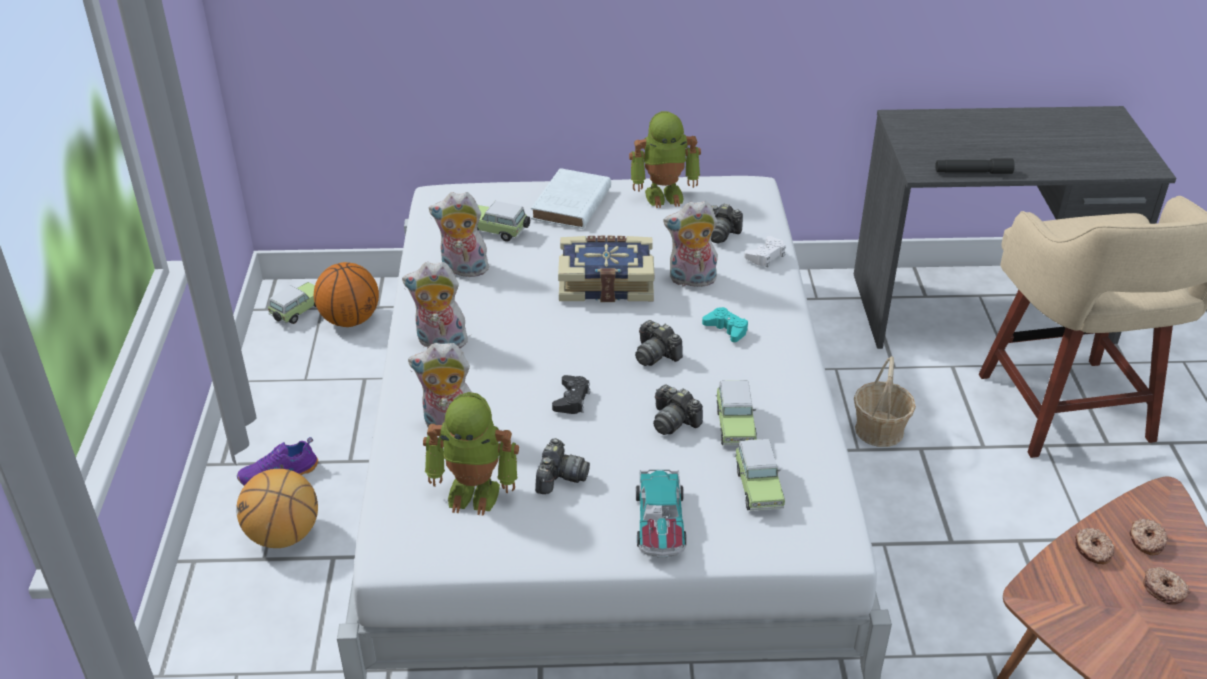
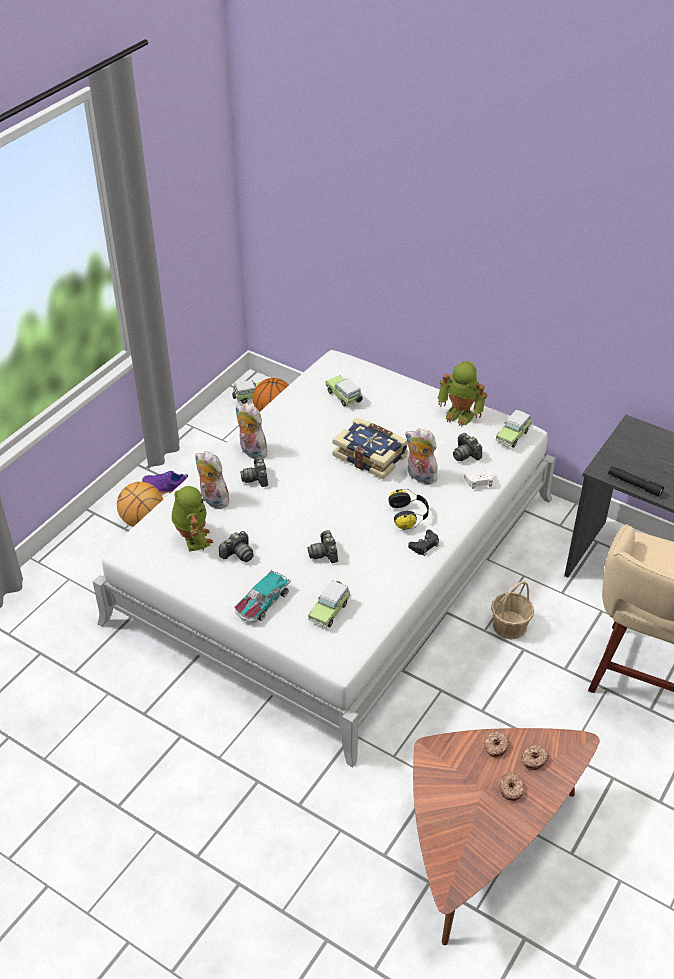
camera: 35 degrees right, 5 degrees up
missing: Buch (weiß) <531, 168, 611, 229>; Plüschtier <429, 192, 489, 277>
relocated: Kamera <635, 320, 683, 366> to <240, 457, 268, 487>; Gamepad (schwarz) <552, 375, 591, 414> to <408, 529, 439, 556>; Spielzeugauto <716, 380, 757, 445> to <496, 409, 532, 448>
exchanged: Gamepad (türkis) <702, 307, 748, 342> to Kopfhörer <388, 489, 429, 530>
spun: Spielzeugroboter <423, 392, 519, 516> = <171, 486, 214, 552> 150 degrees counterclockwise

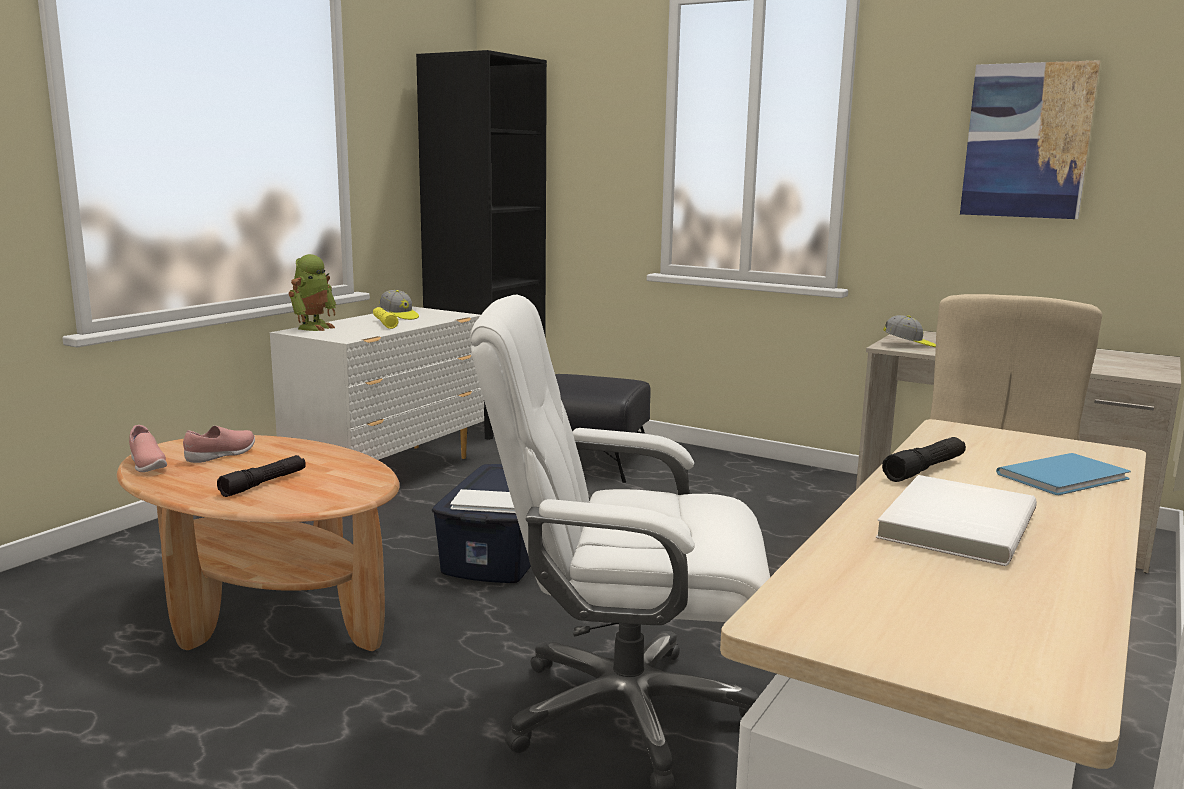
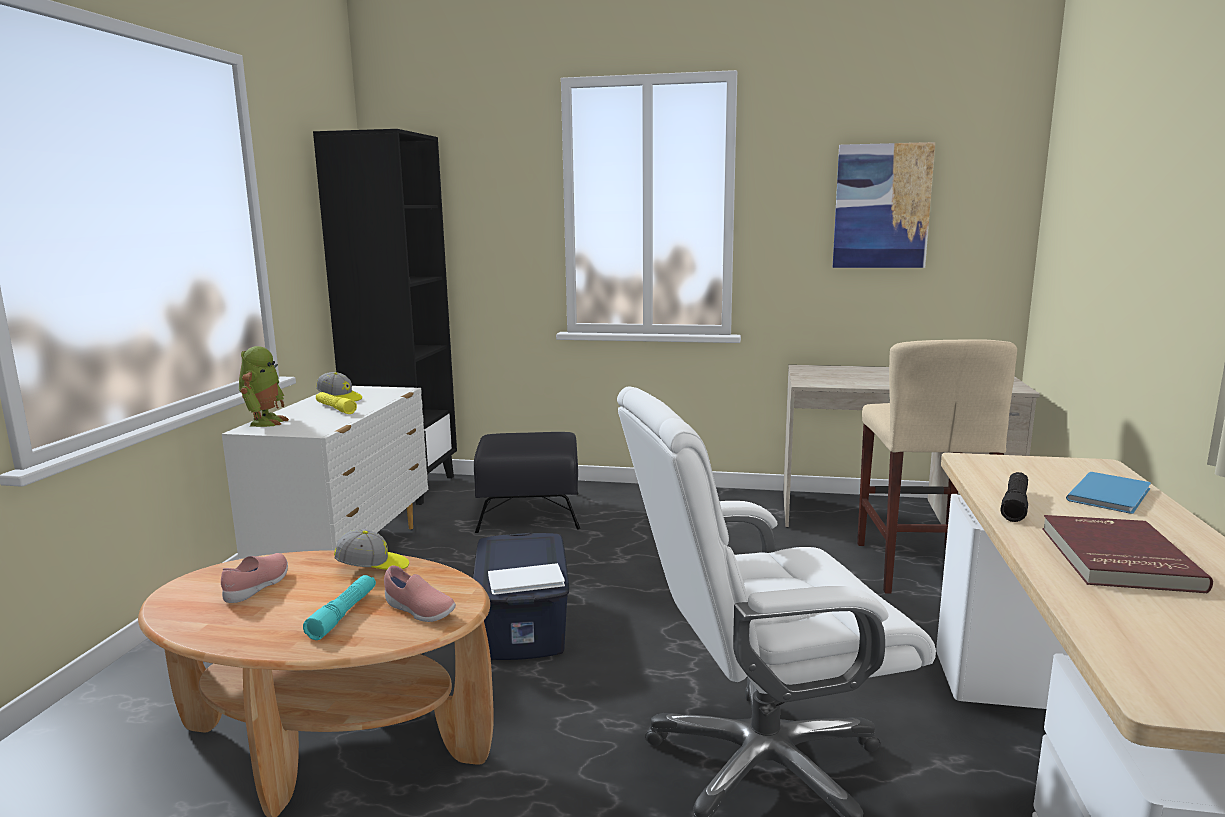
camera: 20 degrees left, 0 degrees up
relocated: Kappe <883, 315, 936, 347> to <334, 530, 409, 570>; Schuh (rosa) <129, 425, 167, 472> to <384, 566, 456, 622>
colour: Taschenlampe (schwarz) <217, 455, 306, 497> to Taschenlampe (türkis) <303, 575, 376, 640>; Buch (weiß) <876, 475, 1037, 566> to Buch (rot) <1042, 515, 1213, 593>

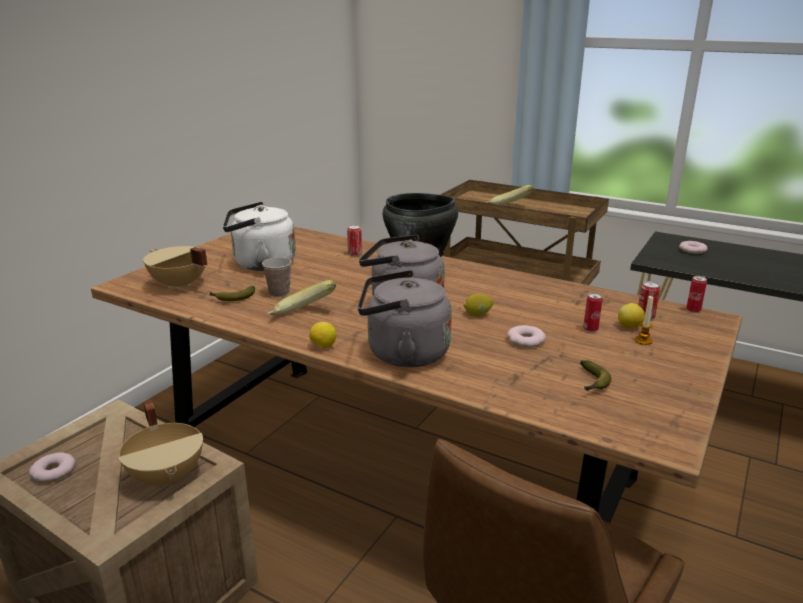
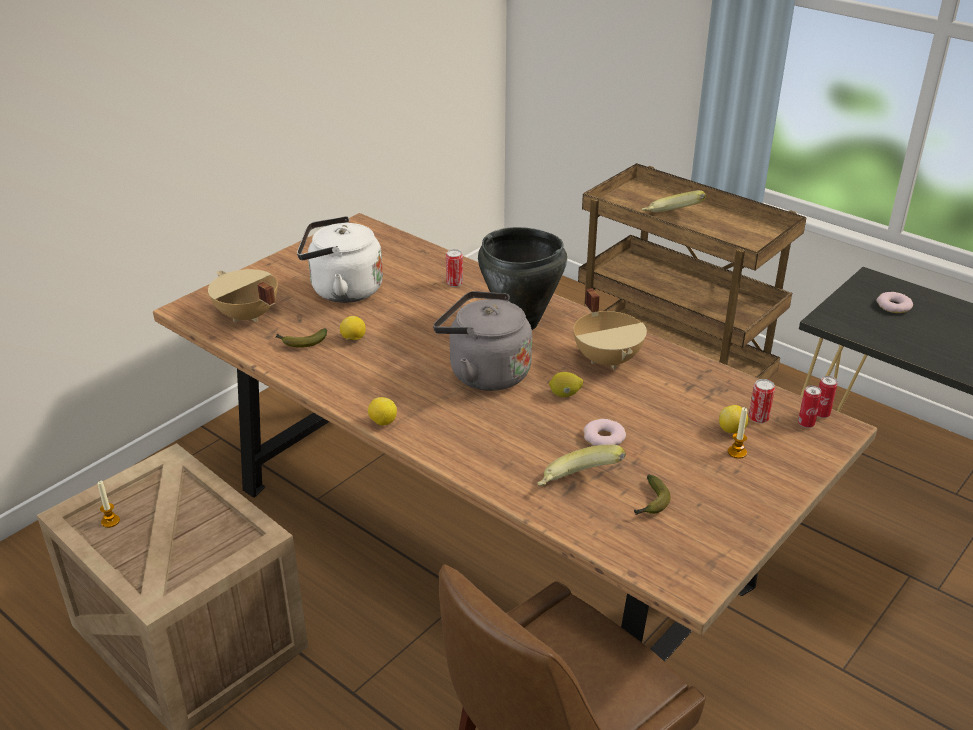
camera: 10 degrees right, 10 degrees up
missing: Wasserkessel (grau) <358, 270, 452, 367>
relocated: Banane <268, 280, 336, 315> to <537, 444, 626, 486>; Dose <583, 293, 603, 332> to <798, 385, 822, 428>; Kochtopf (beige) <118, 400, 203, 488> to <573, 288, 647, 369>
exchanged: Tasse <262, 257, 292, 297> to Zitrone <340, 316, 365, 340>; Donut <29, 453, 76, 482> to Kerze <98, 481, 120, 528>

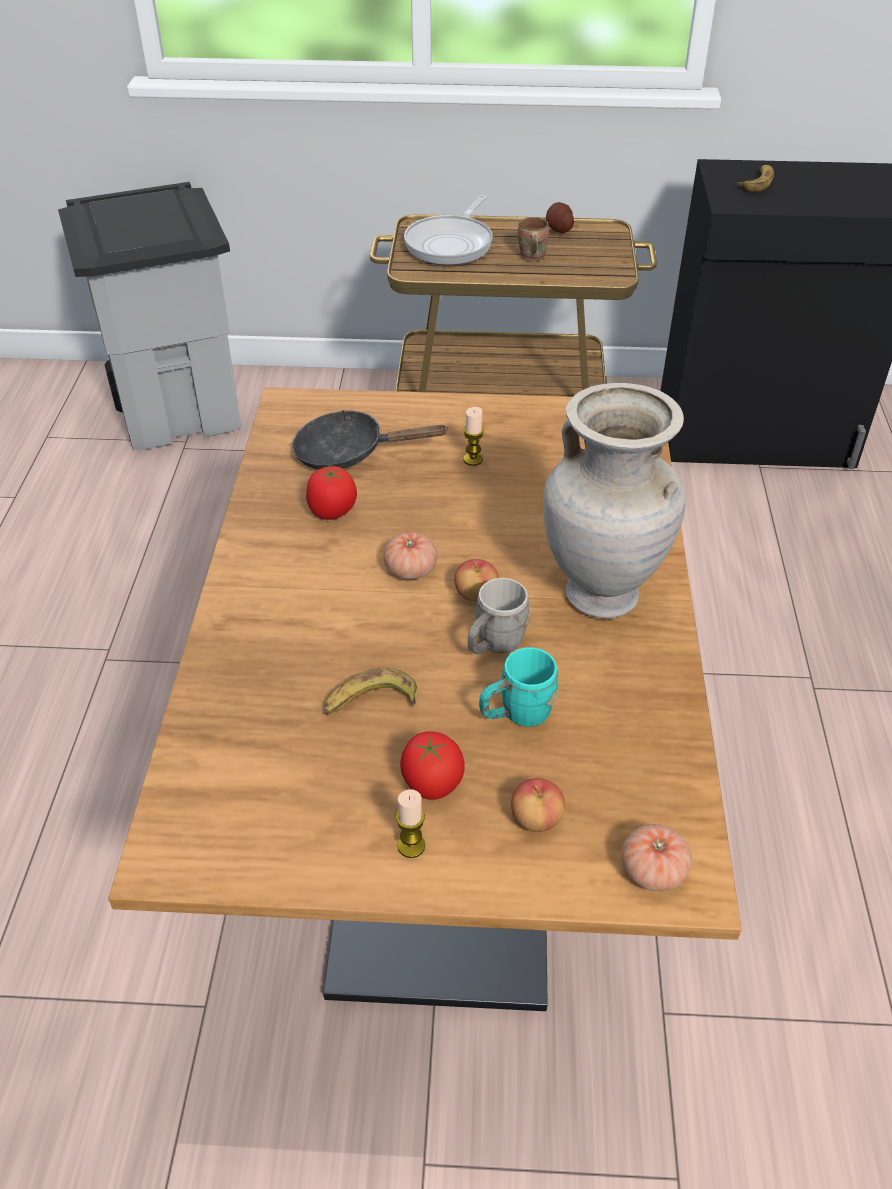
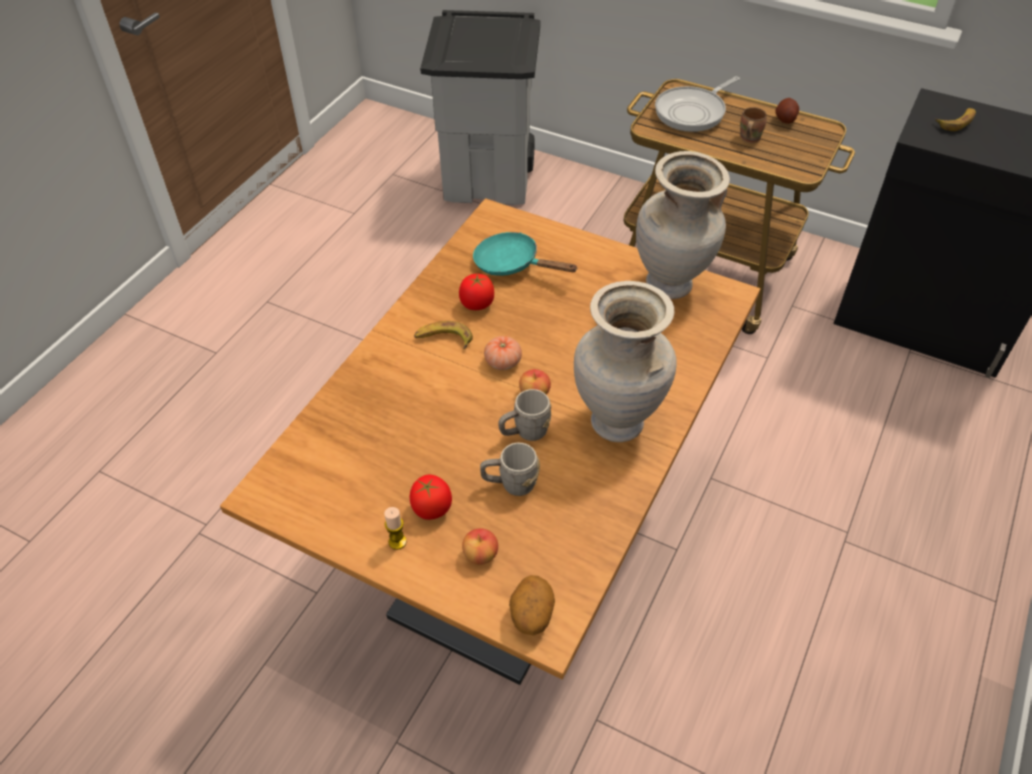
camera: 25 degrees right, 5 degrees up
missing: Kerze <463, 407, 484, 466>
appeared: Vase (beige) <636, 151, 730, 299>
relocated: Banane <324, 668, 417, 715> to <414, 321, 473, 349>
exchanged: Tomate <621, 824, 692, 891> to Kartoffel <509, 575, 555, 636>
colour: Pfanne (schwarz) <292, 410, 448, 470> to Pfanne (türkis) <473, 232, 578, 276>; Henkelbecher (türkis) <479, 647, 559, 727> to Henkelbecher (grau) <480, 442, 540, 496>

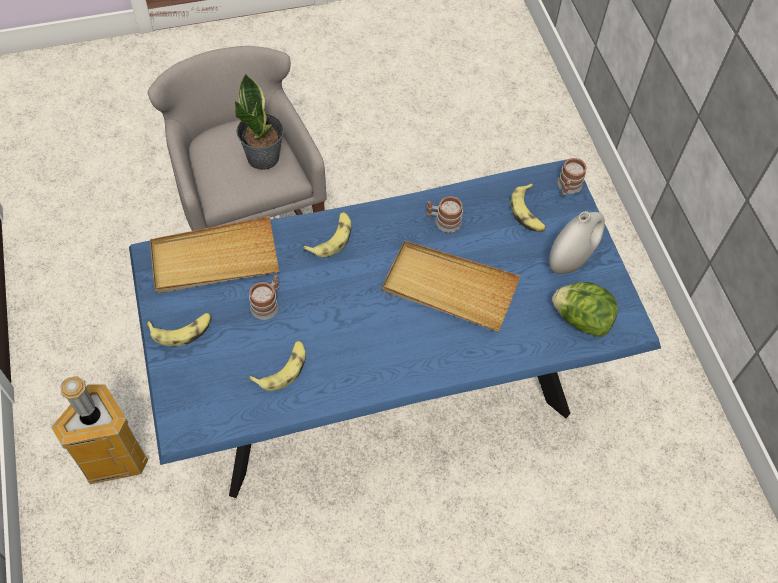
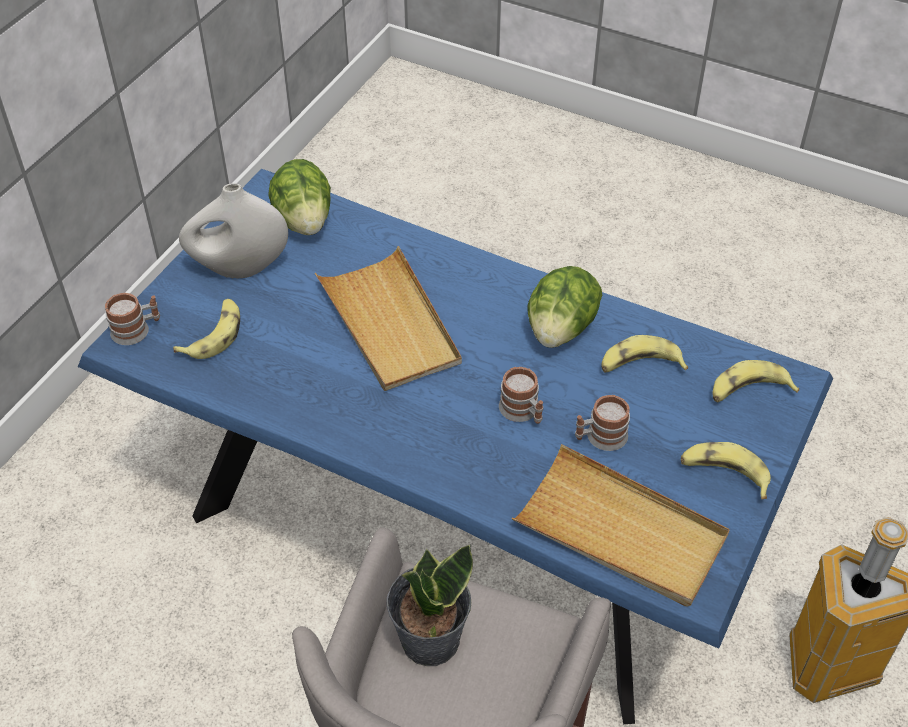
camera: 135 degrees left, 10 degrees down
appeared: Salatkopf <527, 266, 603, 348>
relocated: Henkelbecher <426, 196, 463, 233> to <499, 367, 543, 424>; Banane <303, 212, 352, 257> to <712, 360, 799, 402>

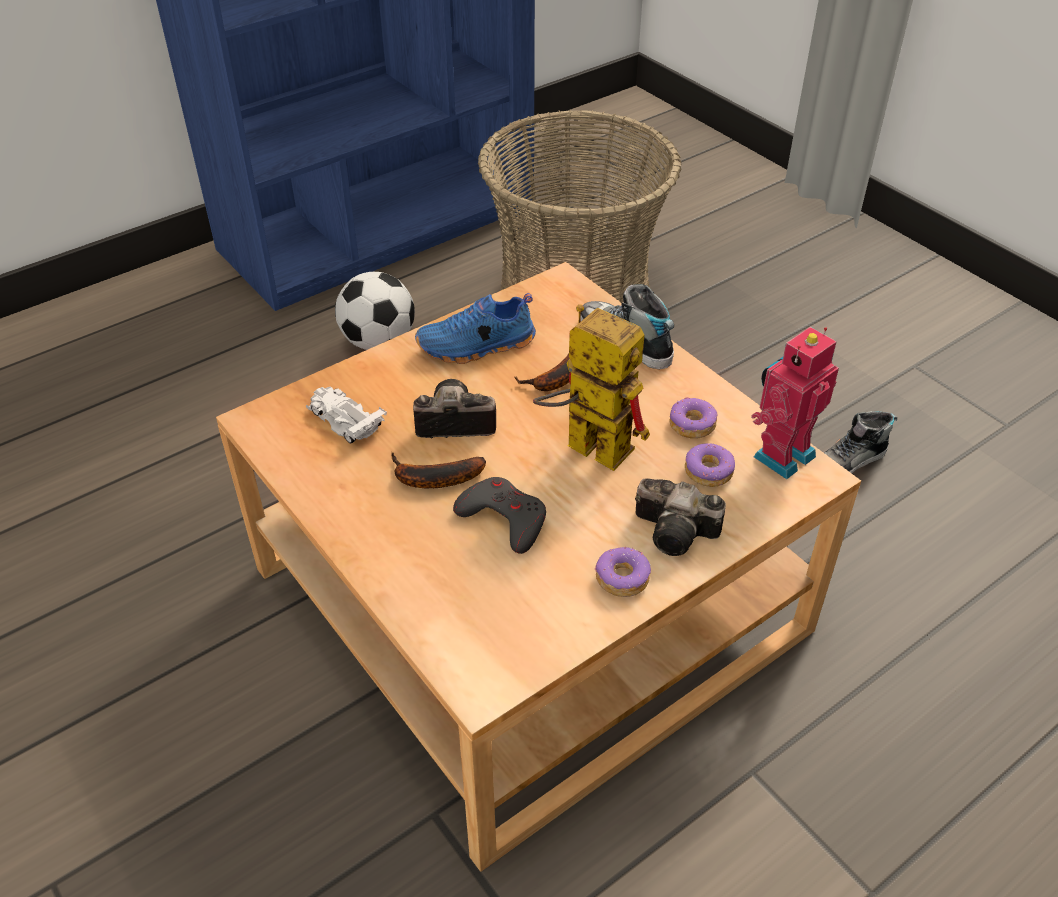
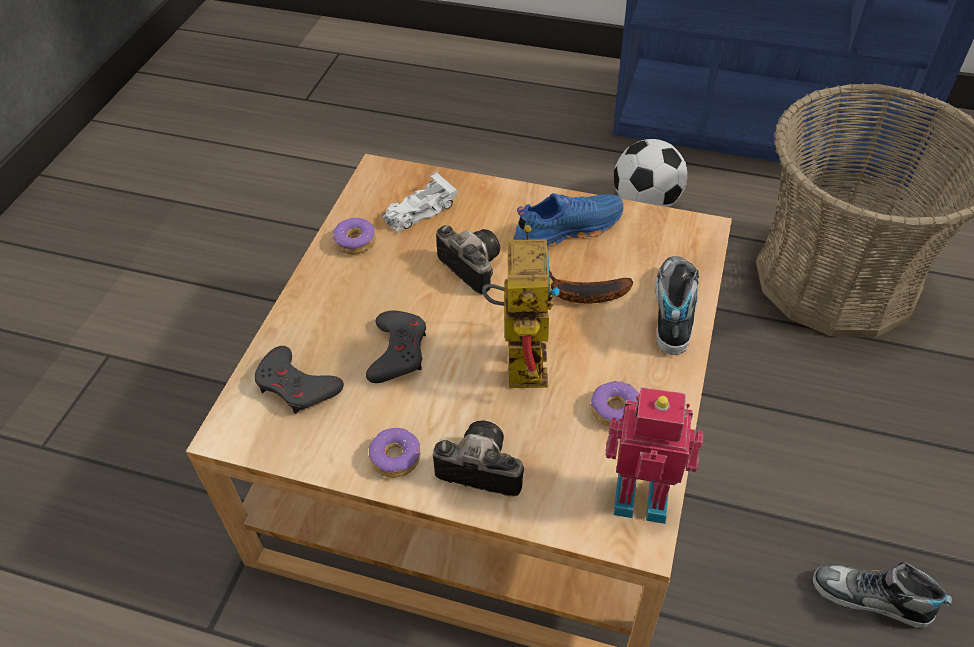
camera: 55 degrees right, 5 degrees up
missing: Banane <391, 452, 486, 488>
appeared: Gamepad (grau) <255, 346, 344, 414>
relocated: Donut <685, 443, 735, 487> to <333, 218, 376, 254>
spun: Schuh (blau) <415, 293, 536, 364> = <514, 193, 623, 248> 120 degrees clockwise; Spielzeugauto (weiß) <306, 387, 387, 443> = <381, 171, 459, 234> 135 degrees counterclockwise; Kamera <635, 478, 726, 556> = <433, 421, 524, 496> 120 degrees clockwise

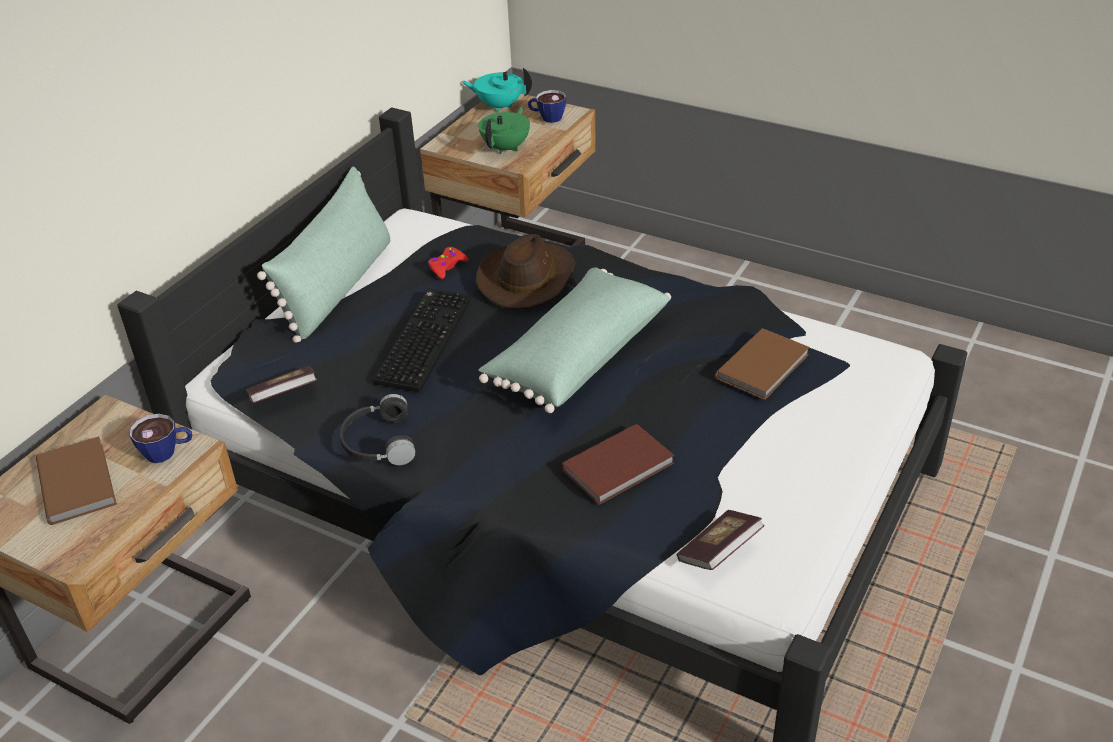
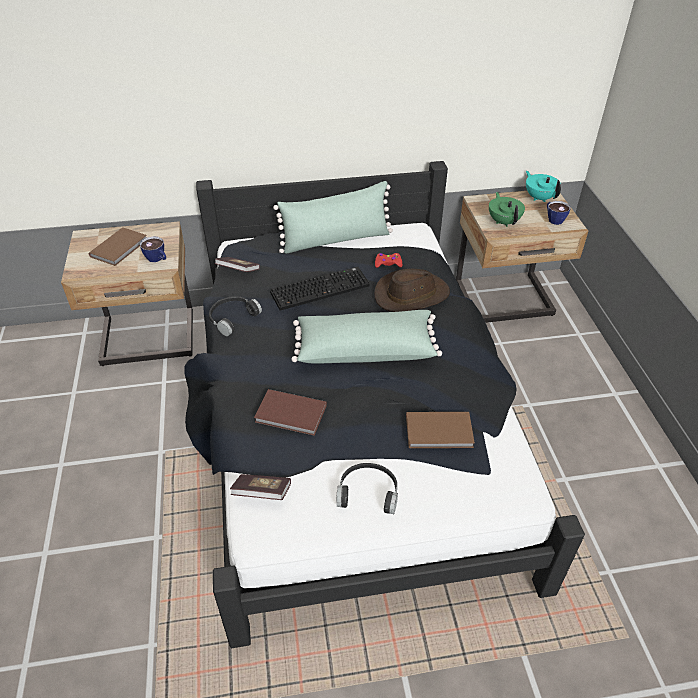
camera: 50 degrees right, 5 degrees up
appeared: Kopfhörer (schwarz) <336, 463, 398, 514>
spun: Teekanne (grün) <478, 107, 530, 154> = <489, 192, 525, 227> 90 degrees counterclockwise

